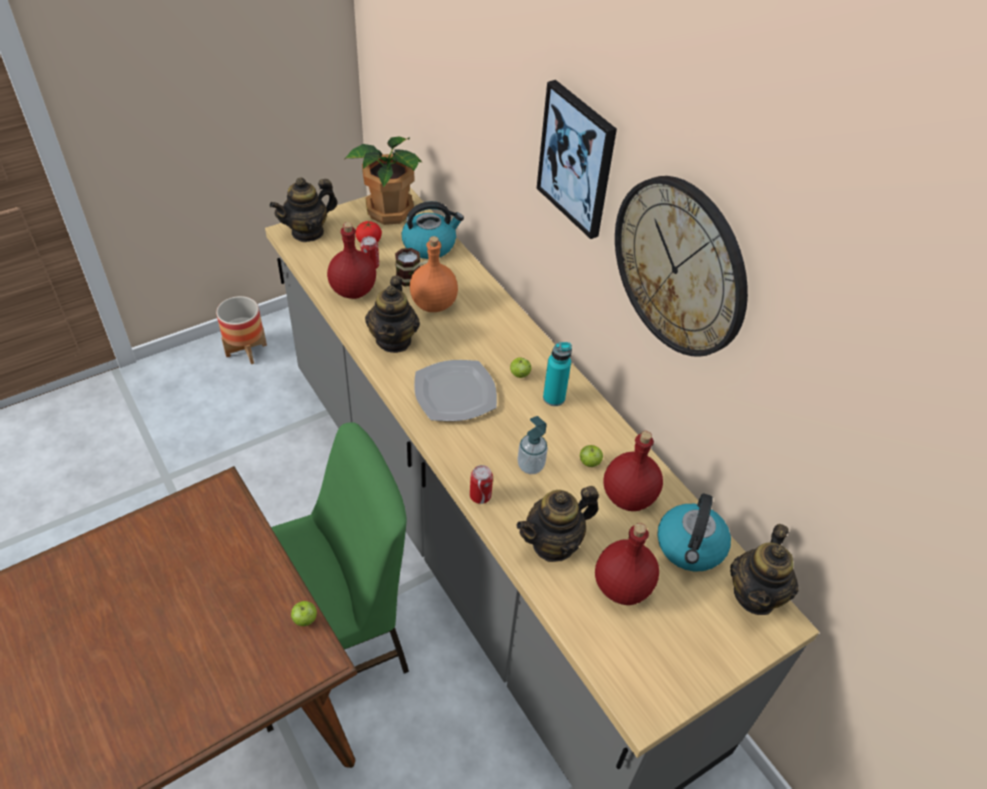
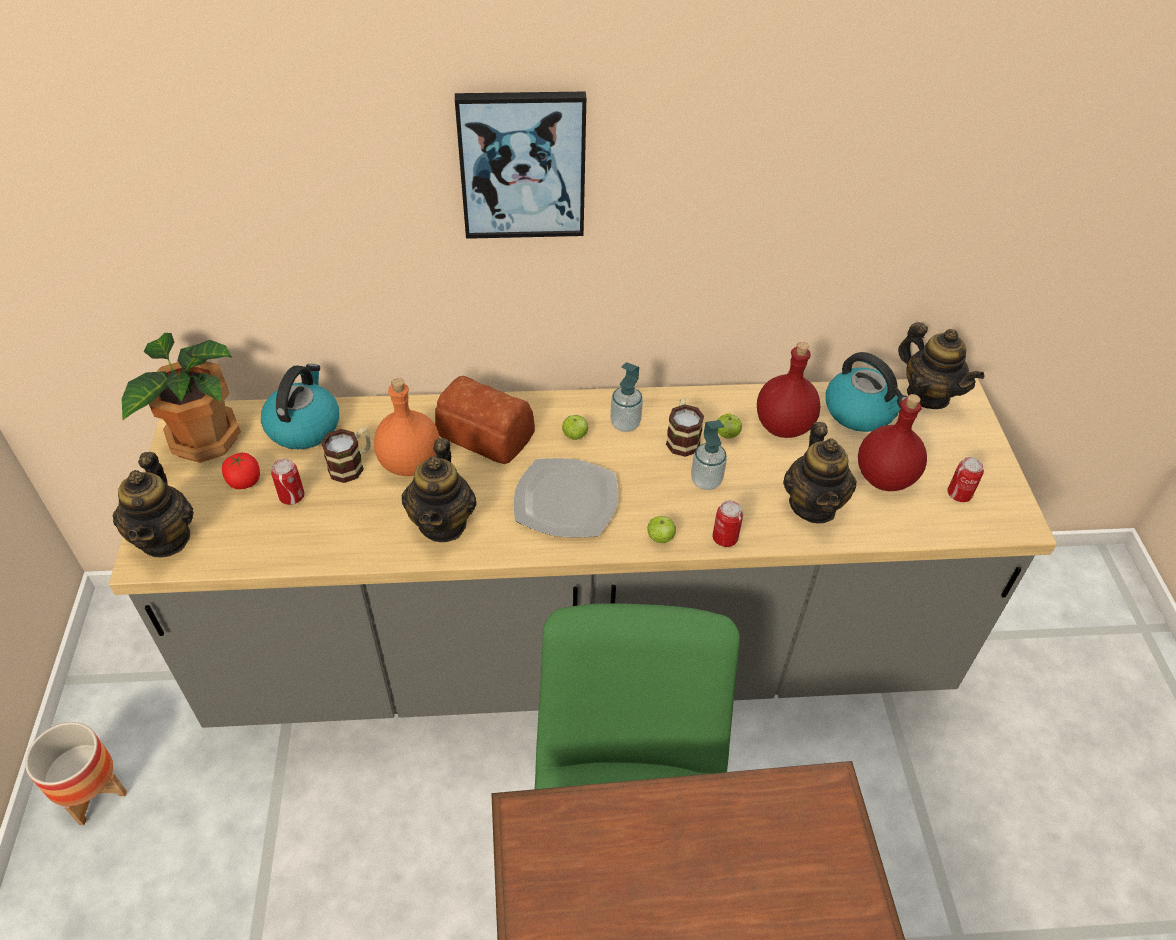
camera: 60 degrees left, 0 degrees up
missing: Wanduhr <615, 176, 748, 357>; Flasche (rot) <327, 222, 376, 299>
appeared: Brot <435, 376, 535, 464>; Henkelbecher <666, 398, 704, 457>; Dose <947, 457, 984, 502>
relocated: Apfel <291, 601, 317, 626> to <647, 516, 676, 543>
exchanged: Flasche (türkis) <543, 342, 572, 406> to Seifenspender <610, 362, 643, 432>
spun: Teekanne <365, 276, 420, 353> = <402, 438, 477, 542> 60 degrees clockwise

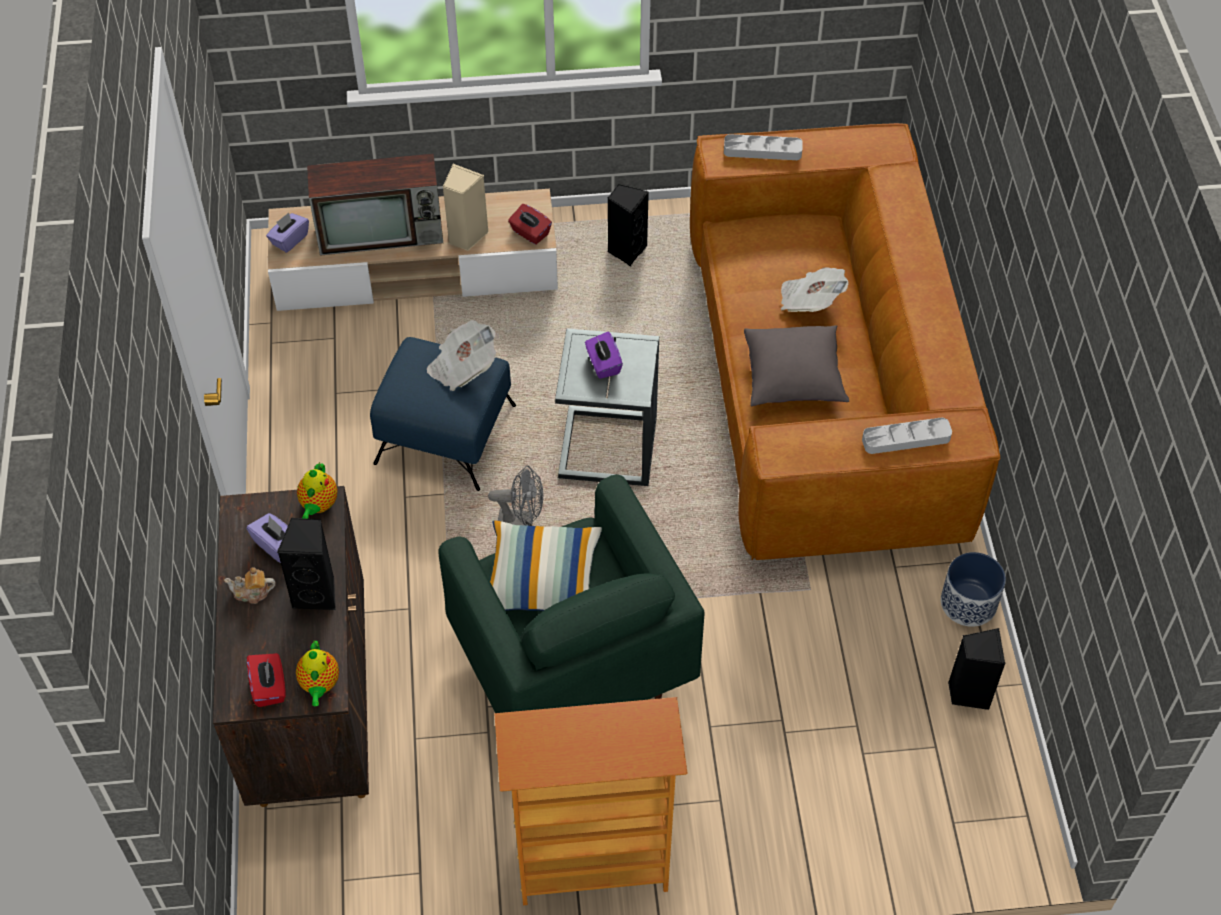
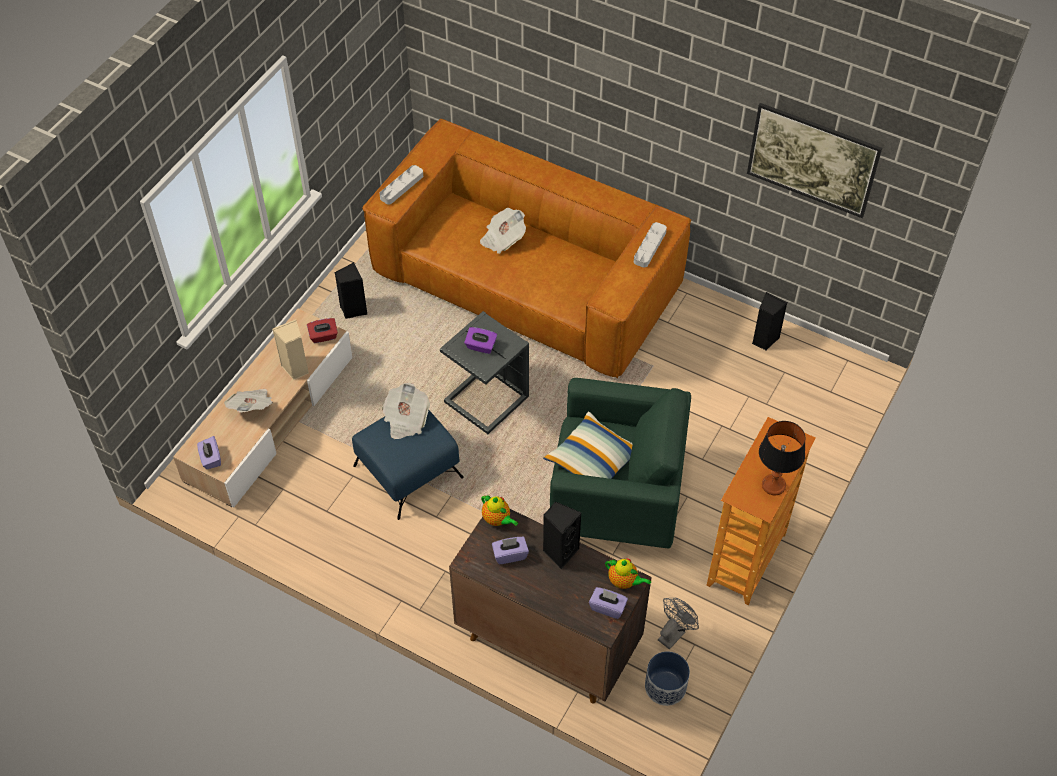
camera: 55 degrees left, 0 degrees up
missing: Kissen (grau) <744, 325, 849, 406>; Teekanne <224, 567, 276, 604>
appeared: Bild <747, 103, 882, 218>; Tischlampe <759, 421, 805, 495>
relocated: Ventilator (grau) <488, 466, 543, 526> to <658, 598, 699, 649>; Pflanzkübel <941, 552, 1006, 627> to <645, 651, 690, 706>
exchanged: Fernseher <307, 153, 443, 256> to Zeitung <224, 389, 273, 412>
colour: Taschentuchbox (rot) <247, 653, 285, 707> to Taschentuchbox (lila) <589, 587, 628, 619>

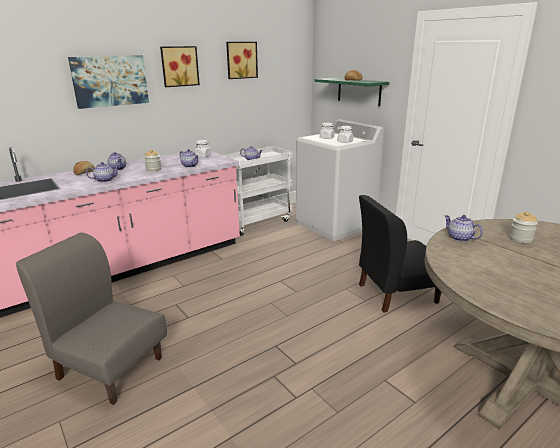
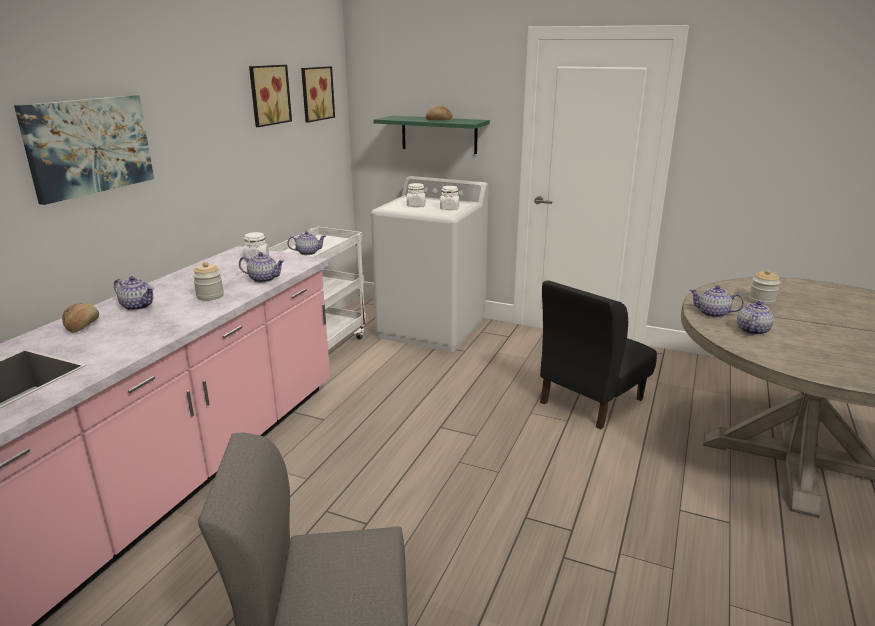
camera: 30 degrees left, 0 degrees up
relocated: Bild <160, 46, 200, 87> to <301, 66, 335, 123>; Teekanne <86, 162, 119, 182> to <737, 301, 774, 335>

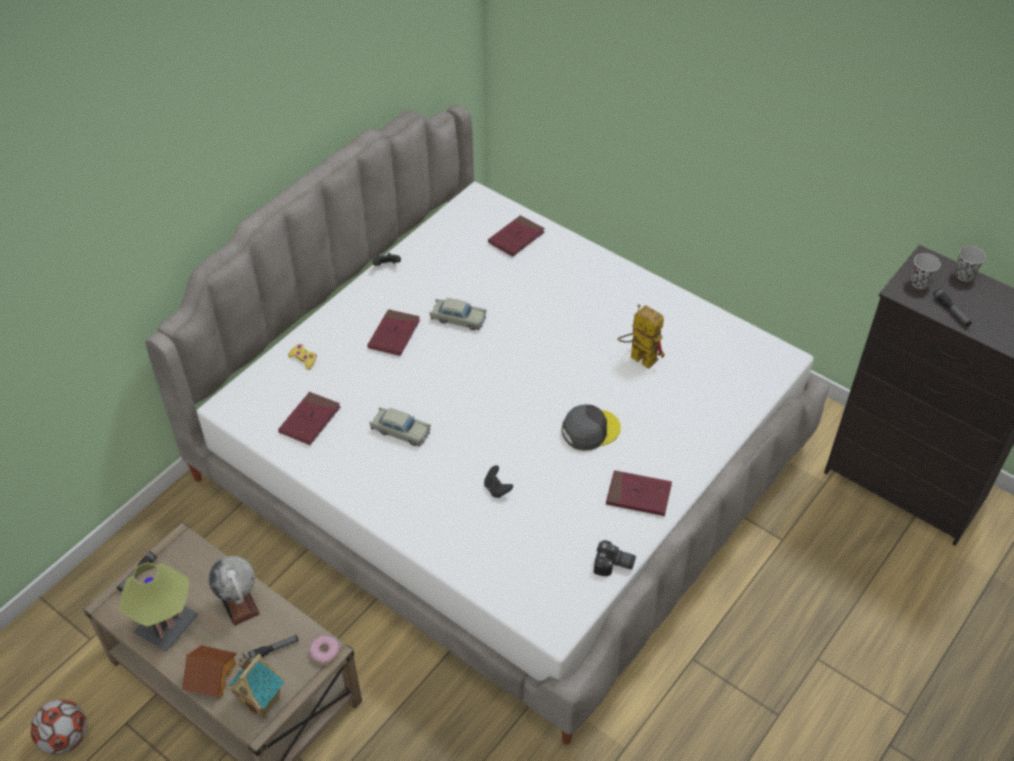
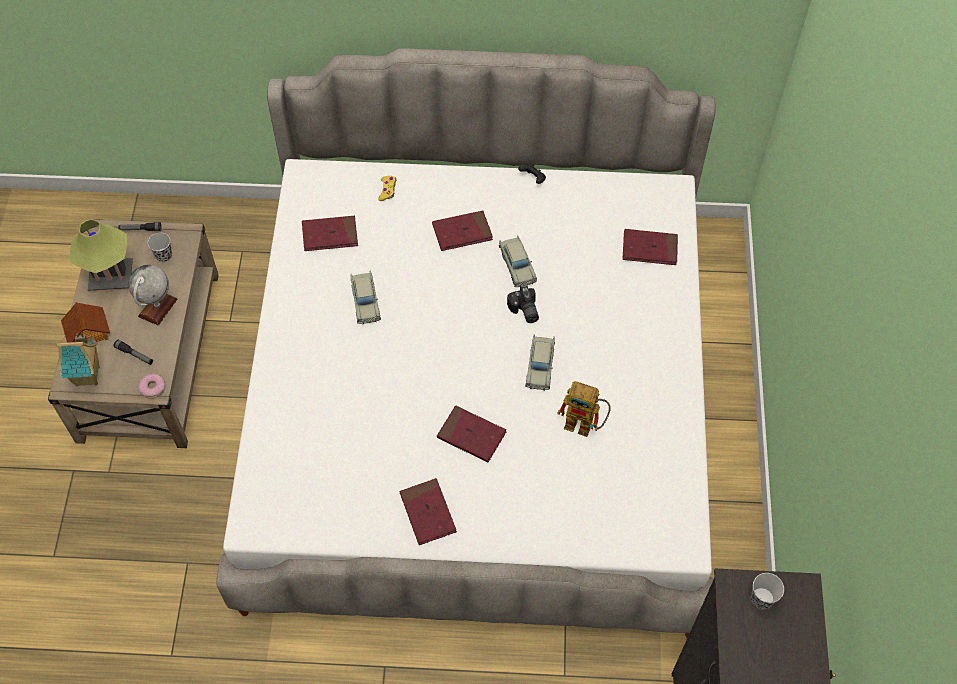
camera: 55 degrees right, 10 degrees up
missing: Taschenlampe <933, 289, 972, 327>; Gamepad (schwarz) <484, 465, 513, 498>; Fußball <31, 699, 87, 755>
appeared: Spielzeugauto (beige) <525, 334, 555, 391>
relocated: Tasse (schwarz) <955, 246, 986, 281> to <148, 233, 172, 262>; Kamera <594, 540, 636, 576> to <507, 286, 539, 323>
exchanged: Kappe (grau) <562, 405, 621, 451> to Buch (rot) <437, 405, 506, 462>
spun: Spielzeugroboter <618, 304, 665, 369> = <557, 381, 611, 437> 105 degrees clockwise

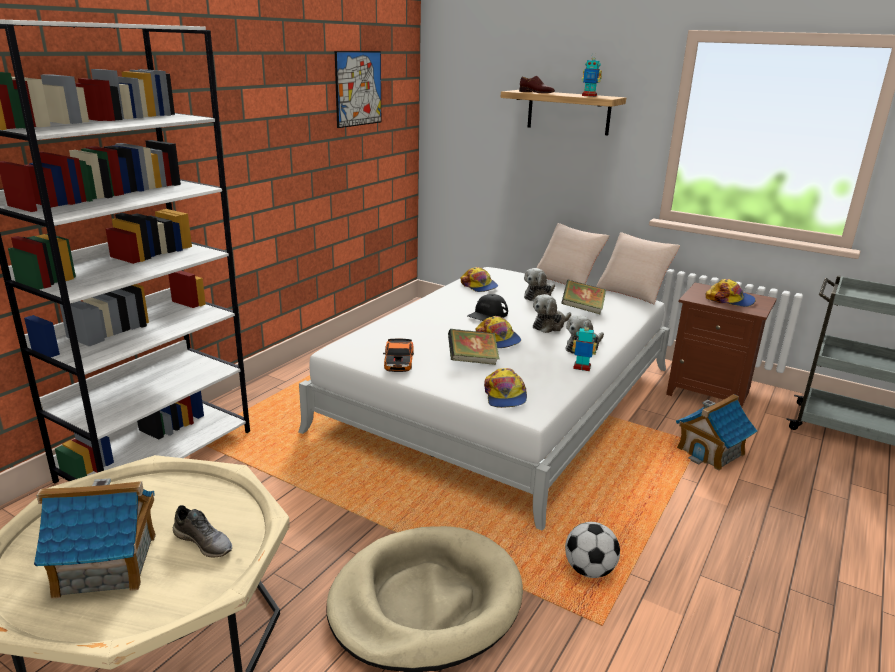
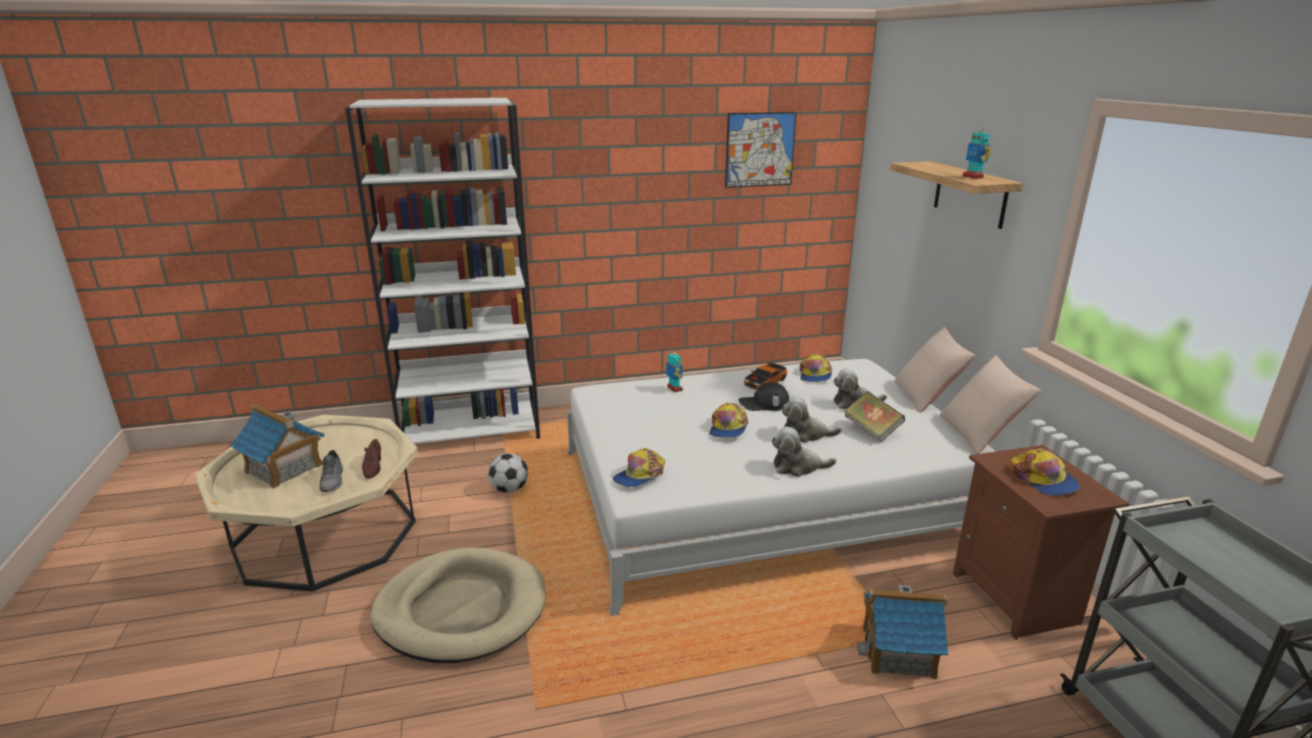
camera: 45 degrees right, 0 degrees up
missing: Buch <448, 329, 500, 365>
relocated: Schuh (braun) <519, 76, 555, 93> to <362, 439, 381, 479>; Spielzeugroboter <572, 323, 597, 371> to <665, 349, 683, 392>; Spielzeugauto <383, 339, 414, 372> to <744, 363, 787, 390>; Fußball <565, 522, 620, 578> to <488, 453, 528, 493>

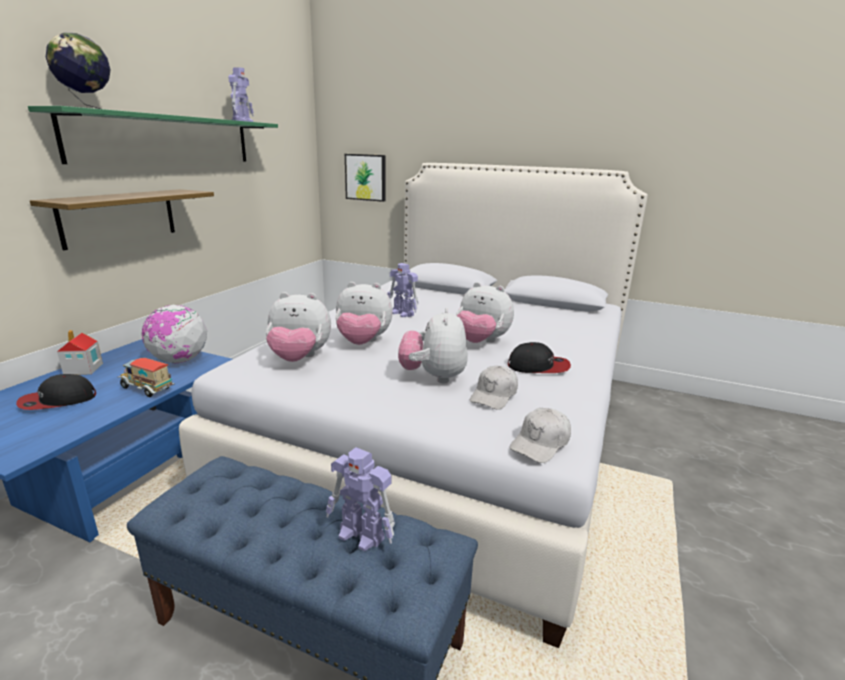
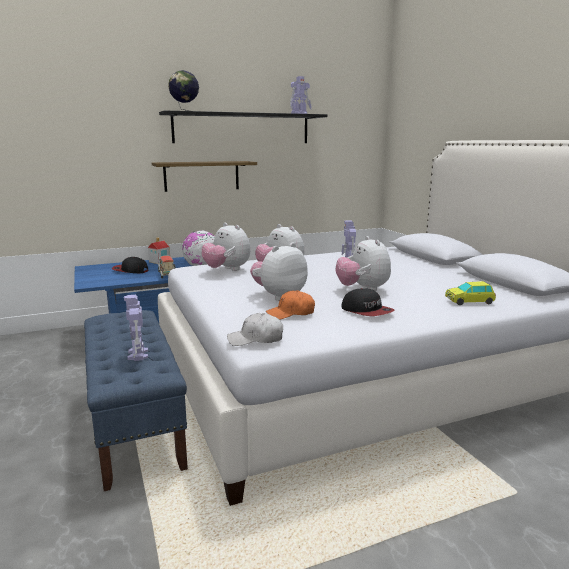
camera: 45 degrees right, 5 degrees down
missing: Bild <345, 154, 386, 202>
appeared: Spielzeugauto <445, 281, 496, 305>
colour: Wandregal (grün) <28, 106, 278, 164> to Wandregal (schwarz) <159, 111, 327, 143>; Kappe (weiß) <470, 366, 518, 410> to Kappe (orange) <266, 290, 315, 320>

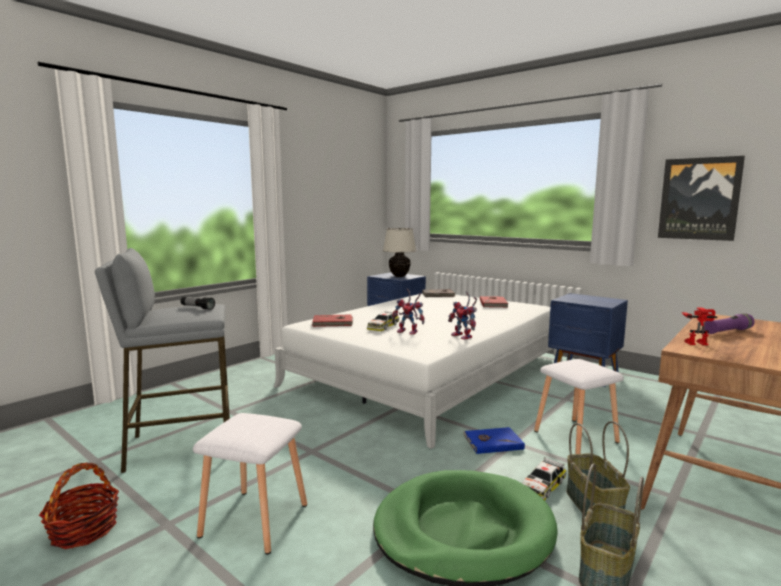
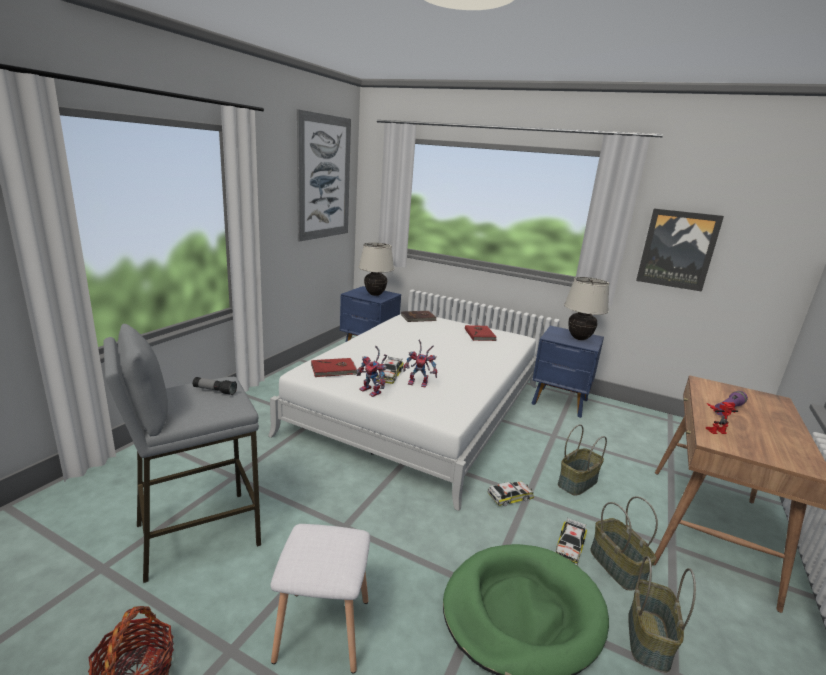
camera: 15 degrees left, 10 degrees up
appeared: Bild <297, 109, 351, 242>; Tischlampe (beige) <564, 277, 609, 340>
relocated: Spielzeugroboter <448, 292, 477, 340> to <356, 346, 387, 397>
exchanged: Hocker (weiß) <534, 359, 624, 454> to Korb <558, 424, 607, 496>; Buch (blau) <463, 427, 525, 454> to Spielzeugauto <488, 481, 534, 506>

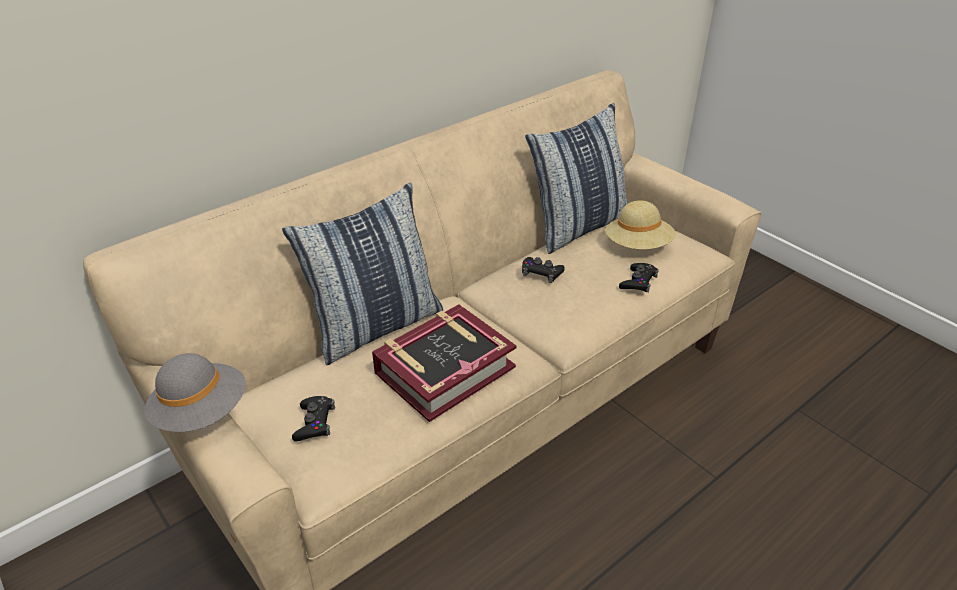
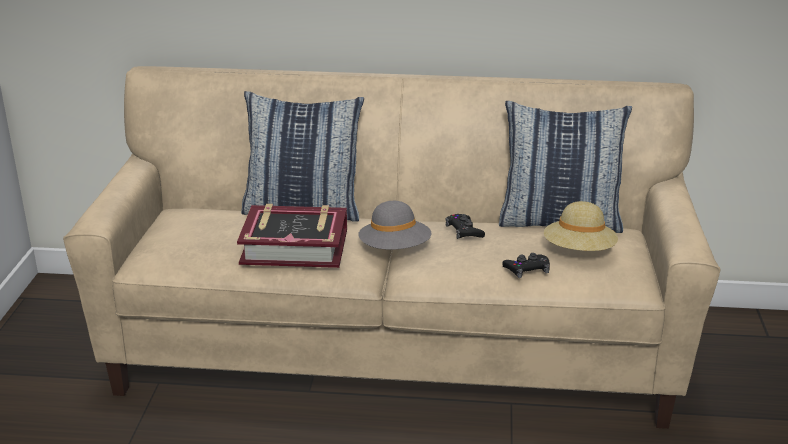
camera: 45 degrees right, 10 degrees down
missing: Gamepad (schwarz) <292, 396, 335, 441>
relocated: Hut (grau) <144, 353, 246, 432> to <358, 201, 432, 250>

